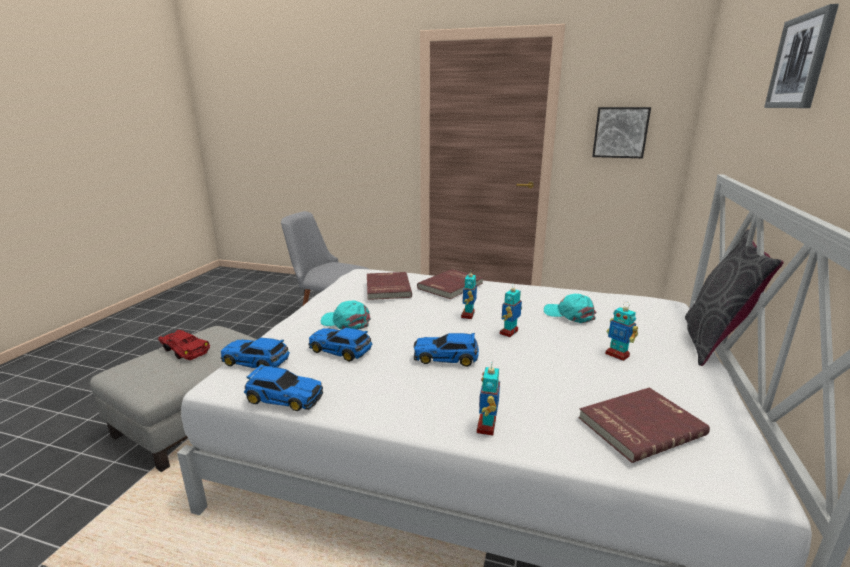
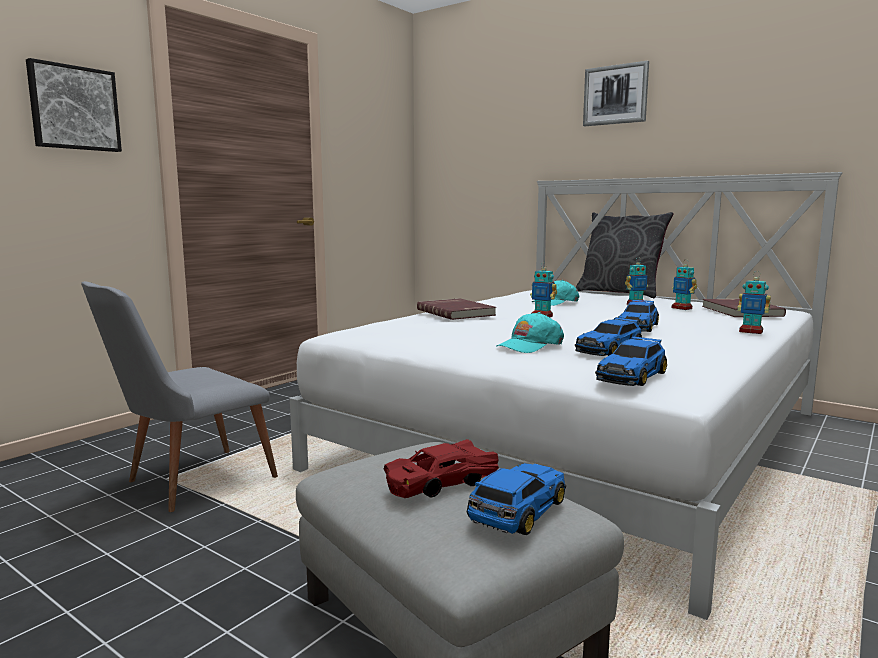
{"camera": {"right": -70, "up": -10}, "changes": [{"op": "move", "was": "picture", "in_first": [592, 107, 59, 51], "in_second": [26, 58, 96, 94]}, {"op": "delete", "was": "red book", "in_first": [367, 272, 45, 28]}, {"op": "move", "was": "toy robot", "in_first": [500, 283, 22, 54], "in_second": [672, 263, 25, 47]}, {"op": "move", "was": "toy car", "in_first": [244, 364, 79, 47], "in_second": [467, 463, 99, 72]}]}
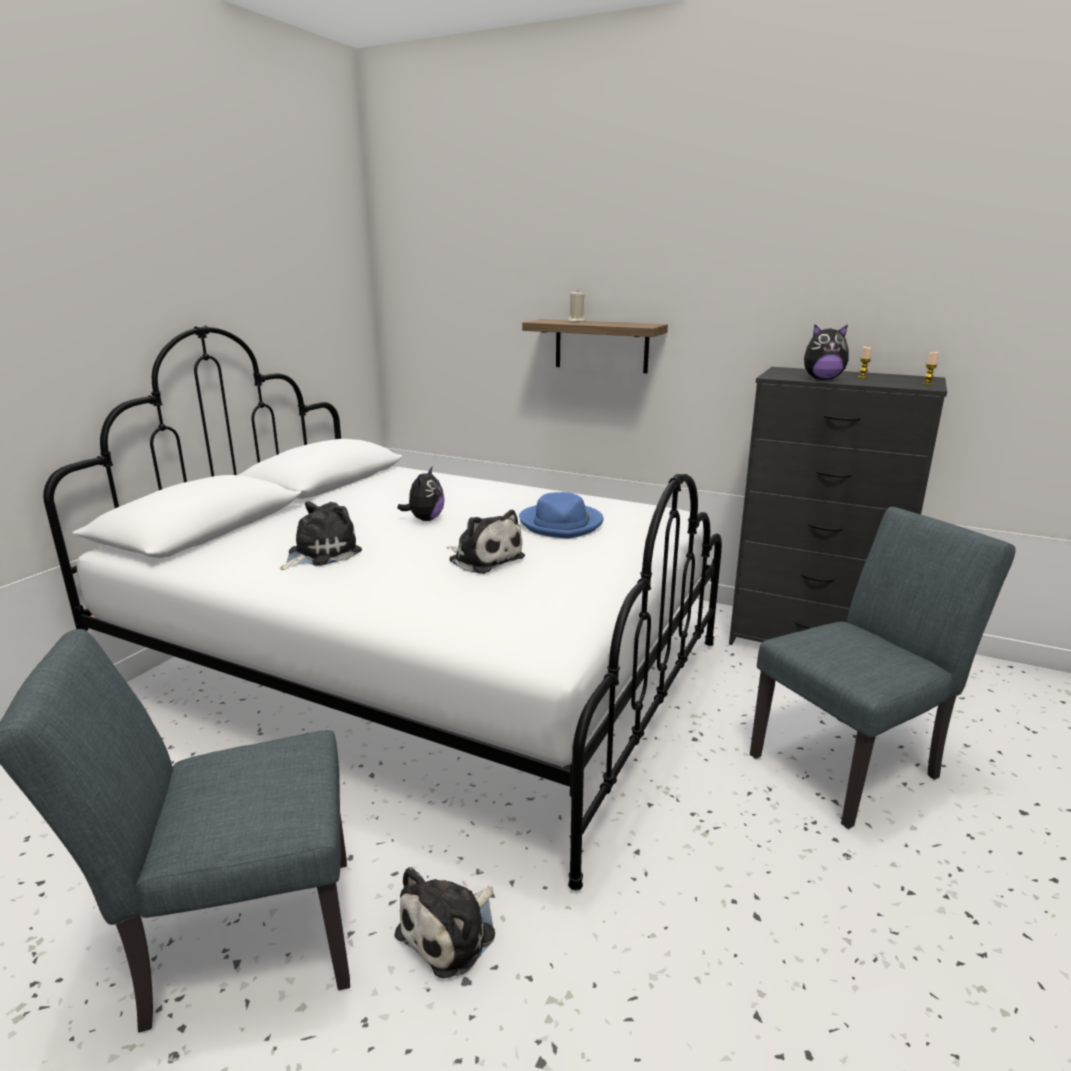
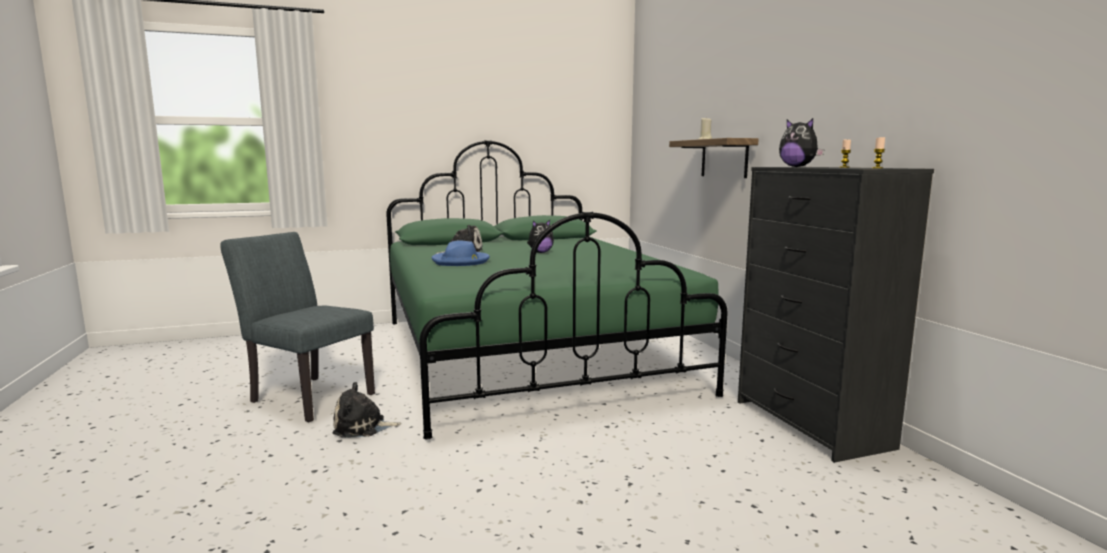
{"camera": {"right": 45, "up": -10}, "changes": [{"op": "recolor", "was": "white bed", "now": "green bed", "in_first": [43, 326, 679, 564], "in_second": [386, 140, 342, 299]}, {"op": "move", "was": "blue hat", "in_first": [519, 492, 84, 46], "in_second": [432, 240, 58, 26]}, {"op": "delete", "was": "grey chair", "in_first": [750, 507, 266, 322]}, {"op": "delete", "was": "plush toy", "in_first": [447, 510, 78, 64]}]}
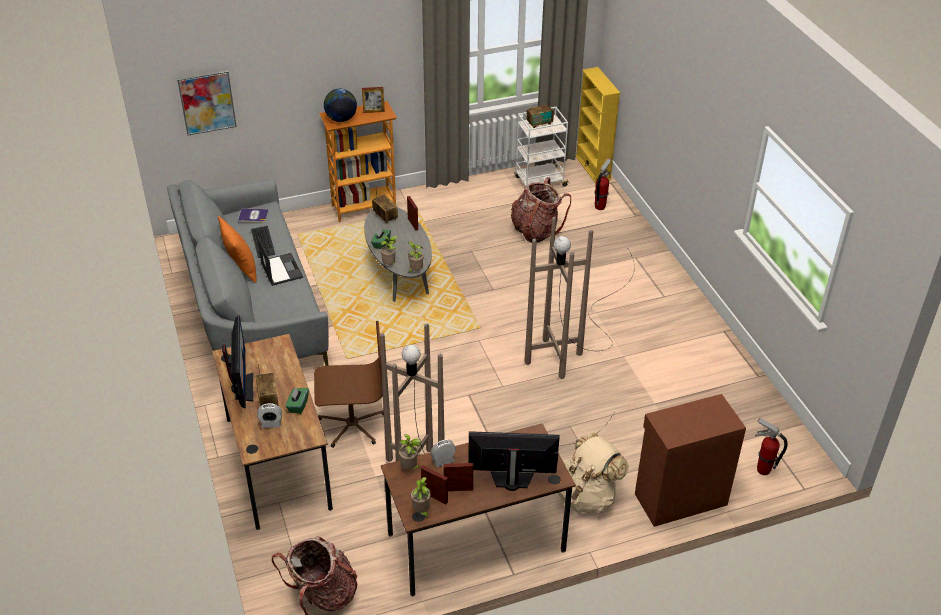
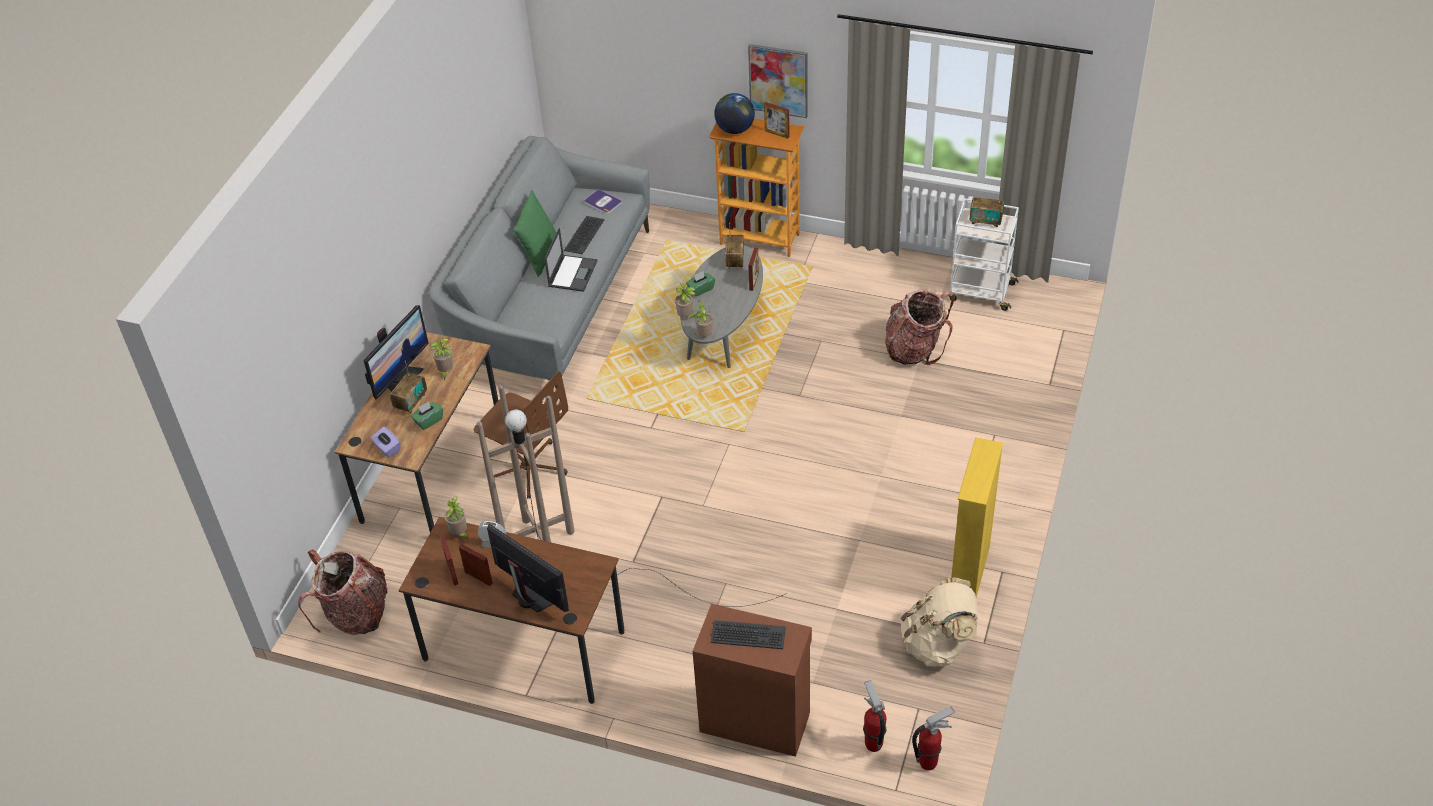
{"camera": {"right": 40, "up": 5}, "changes": [{"op": "move", "was": "yellow bookcase", "in_first": [575, 67, 45, 117], "in_second": [951, 437, 52, 161]}, {"op": "move", "was": "picture", "in_first": [177, 70, 60, 65], "in_second": [748, 44, 60, 74]}, {"op": "move", "was": "fire extinguisher", "in_first": [594, 158, 18, 52], "in_second": [912, 706, 43, 64]}, {"op": "recolor", "was": "orange pillow", "now": "green pillow", "in_first": [218, 216, 39, 67], "in_second": [514, 190, 43, 87]}, {"op": "delete", "was": "brown floor lamp", "in_first": [524, 217, 111, 162]}, {"op": "delete", "was": "alarm clock", "in_first": [257, 403, 25, 25]}, {"op": "move", "was": "beige backpack", "in_first": [558, 433, 71, 80], "in_second": [901, 577, 78, 90]}, {"op": "move", "was": "potted plant", "in_first": [411, 477, 20, 41], "in_second": [430, 338, 23, 42]}, {"op": "insert", "now": "purple tissue box", "in_second": [371, 426, 29, 32]}, {"op": "insert", "now": "keyboard", "in_second": [711, 620, 75, 29]}]}
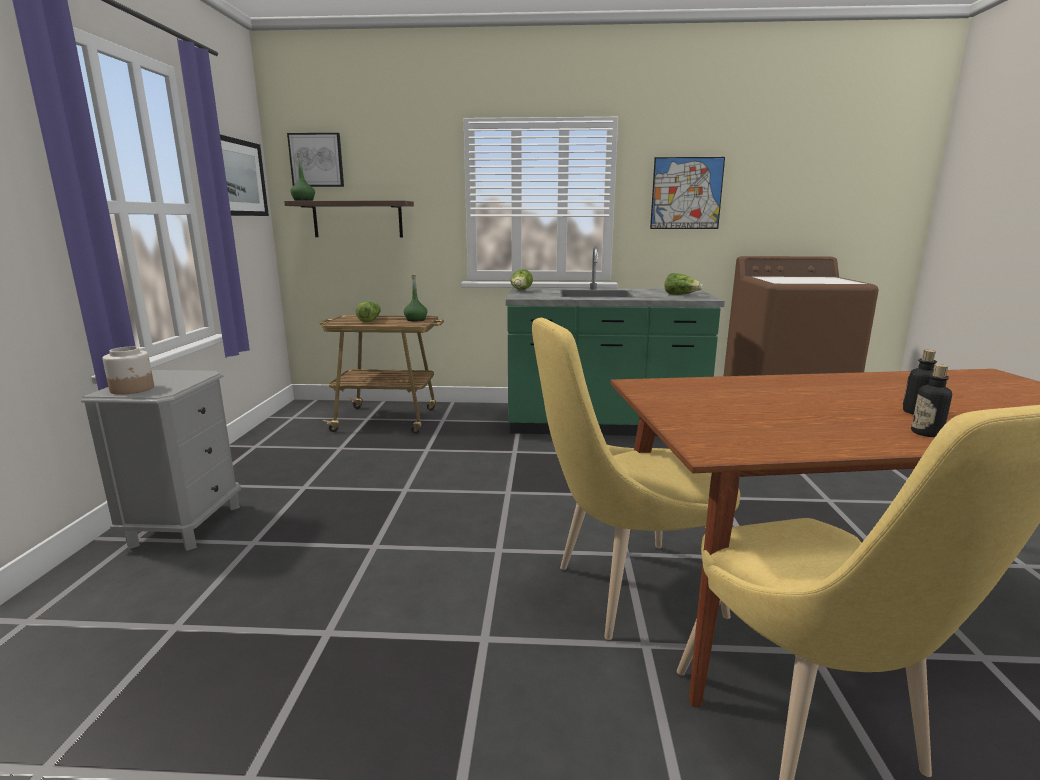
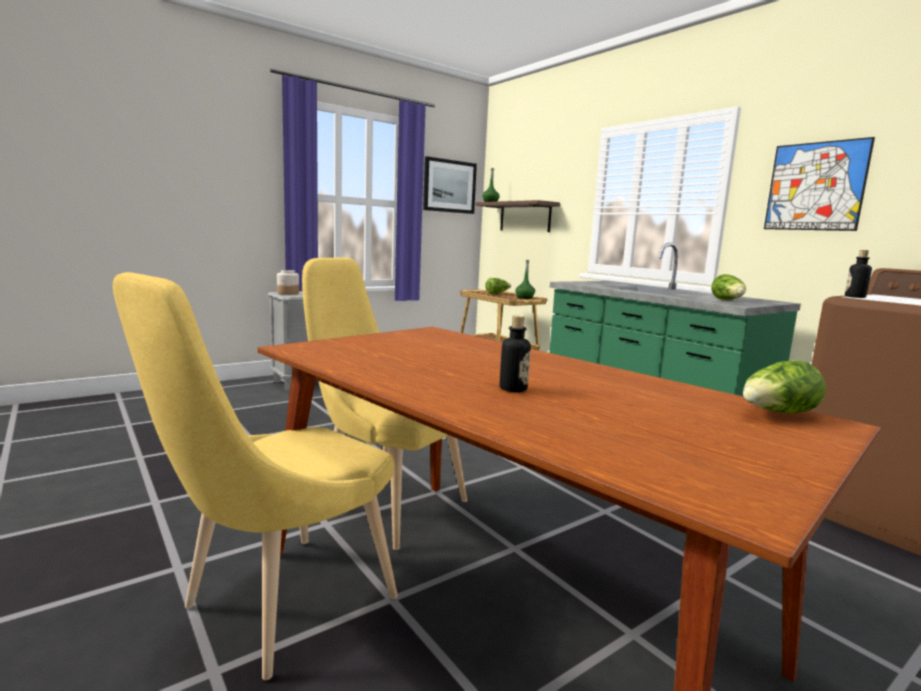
{"camera": {"right": 50, "up": -5}, "changes": [{"op": "delete", "was": "picture", "in_first": [287, 133, 57, 54]}, {"op": "move", "was": "lettuce", "in_first": [510, 269, 23, 21], "in_second": [743, 360, 83, 53]}, {"op": "move", "was": "bottle", "in_first": [911, 364, 41, 73], "in_second": [845, 250, 27, 48]}]}
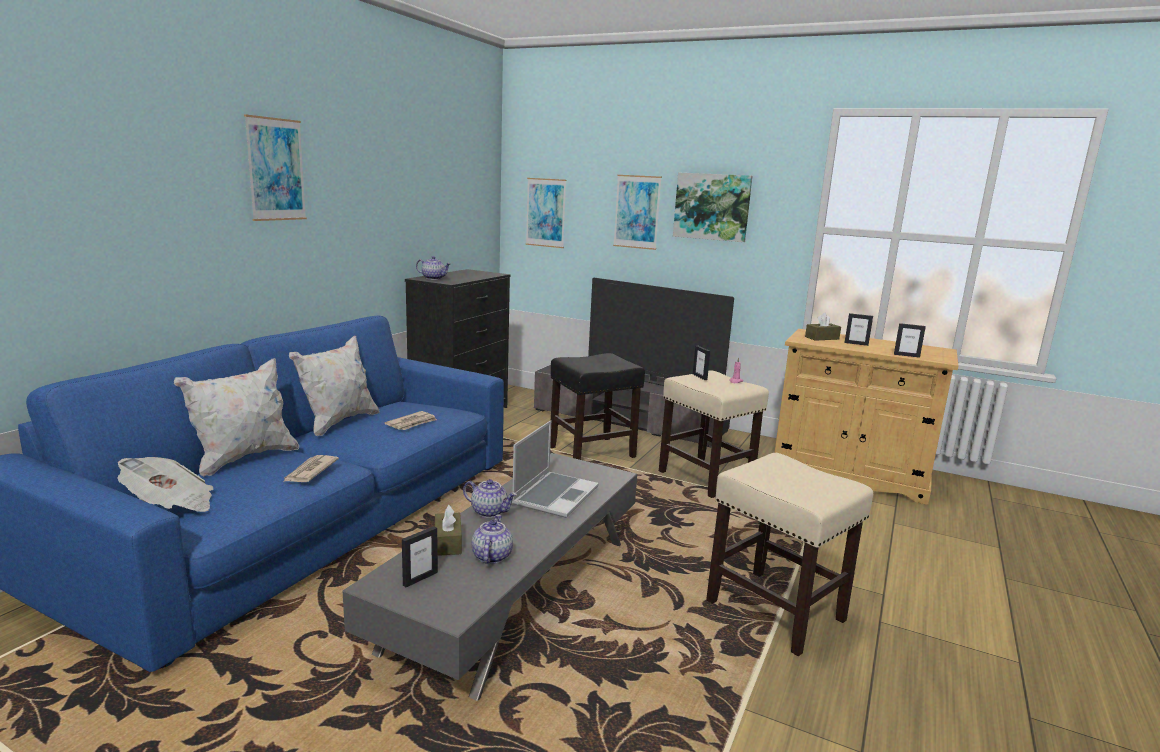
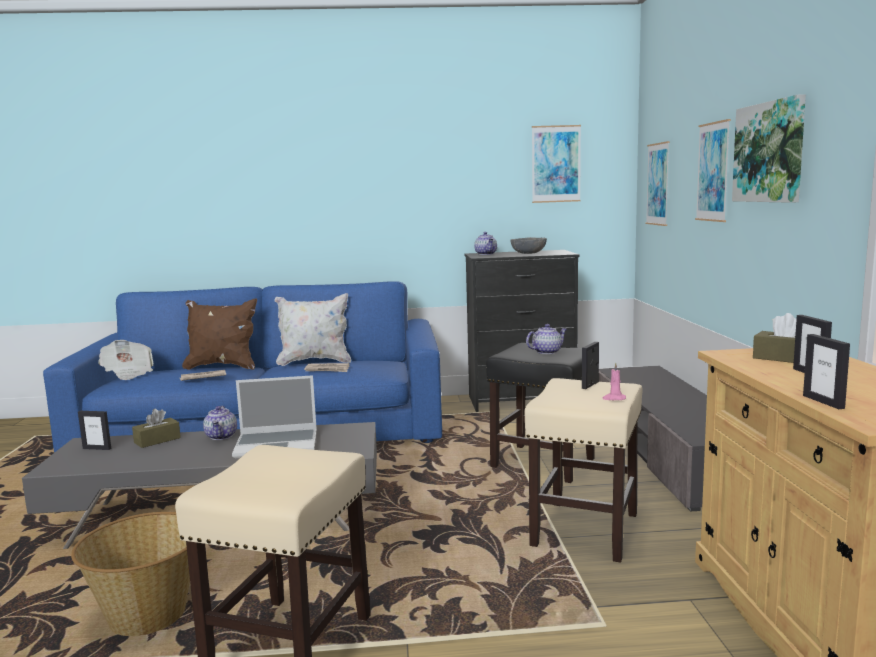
{"camera": {"right": 60, "up": -5}, "changes": [{"op": "move", "was": "picture", "in_first": [244, 114, 63, 107], "in_second": [532, 125, 49, 78]}, {"op": "delete", "was": "television", "in_first": [588, 278, 146, 108]}, {"op": "recolor", "was": "white pillow", "now": "brown pillow", "in_first": [174, 358, 125, 118], "in_second": [182, 298, 75, 72]}, {"op": "move", "was": "teapot", "in_first": [472, 514, 41, 50], "in_second": [526, 324, 41, 30]}, {"op": "insert", "now": "grey bowl", "in_second": [510, 237, 37, 17]}, {"op": "insert", "now": "basket", "in_second": [71, 512, 119, 124]}]}
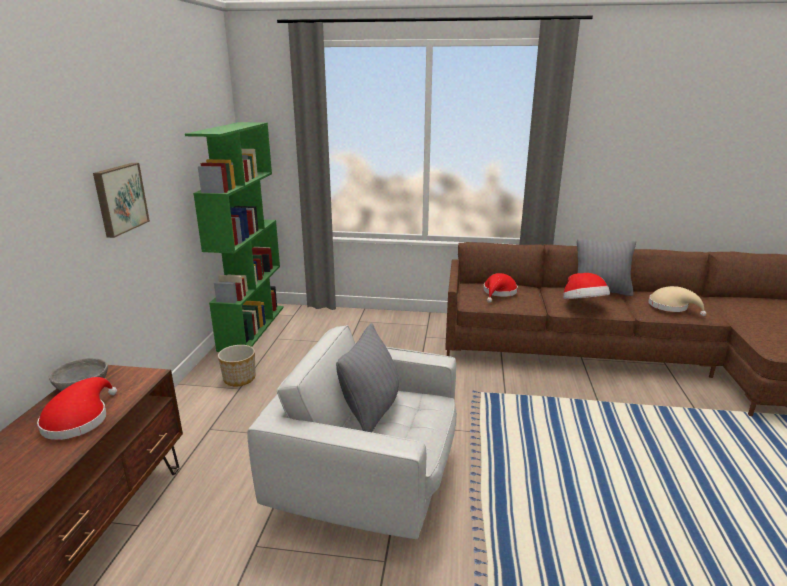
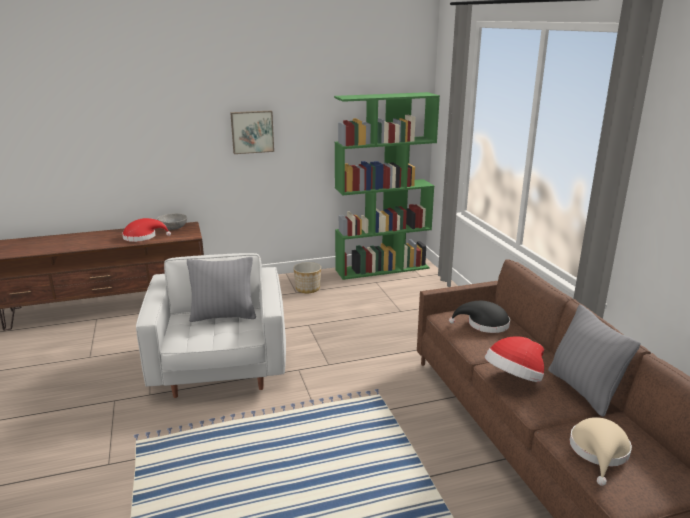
{"camera": {"right": 65, "up": 0}, "changes": [{"op": "recolor", "was": "red hat", "now": "black hat", "in_first": [483, 273, 35, 30], "in_second": [449, 301, 61, 32]}]}
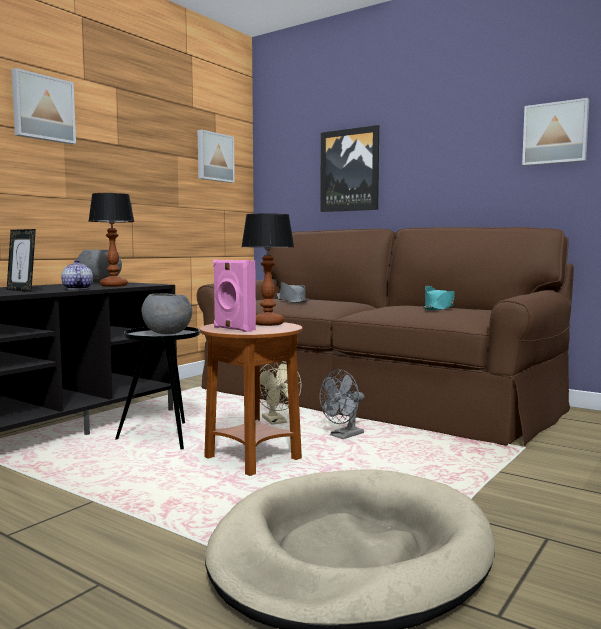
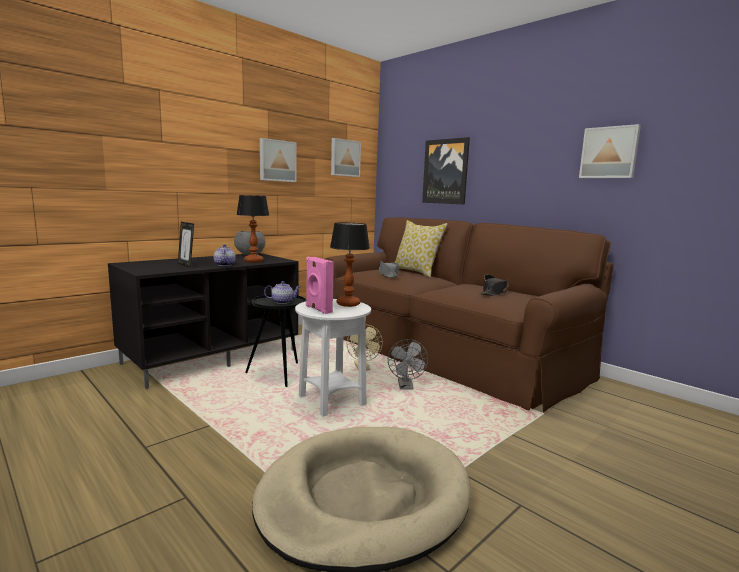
{"camera": {"right": 10, "up": 5}, "changes": [{"op": "move", "was": "picture", "in_first": [11, 68, 65, 76], "in_second": [260, 138, 37, 44]}, {"op": "recolor", "was": "turquoise hat", "now": "black hat", "in_first": [424, 286, 31, 24], "in_second": [480, 274, 29, 22]}, {"op": "replace", "was": "grey bowl", "now": "teapot", "in_first": [141, 293, 51, 41], "in_second": [264, 281, 37, 23]}, {"op": "recolor", "was": "brown side table", "now": "white side table", "in_first": [200, 322, 103, 154], "in_second": [295, 299, 76, 118]}, {"op": "rotate", "was": "grey fan", "in_first": [320, 370, 45, 69], "in_second": [388, 339, 40, 51], "clockwise": -60}, {"op": "insert", "now": "pillow", "in_second": [395, 220, 52, 57]}]}
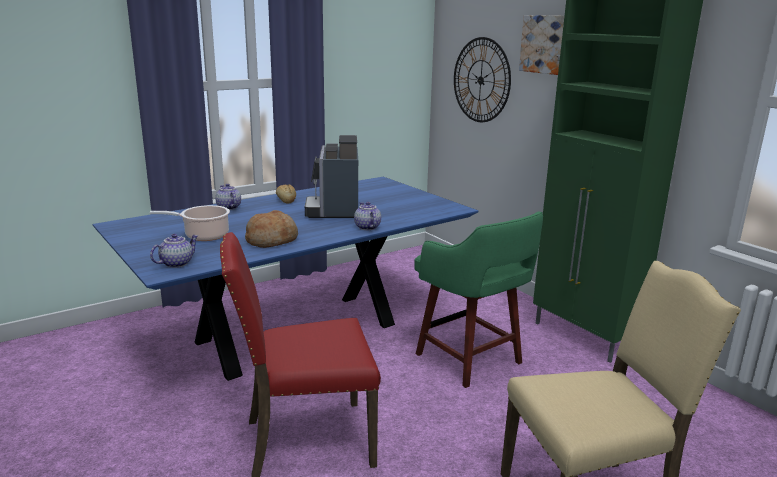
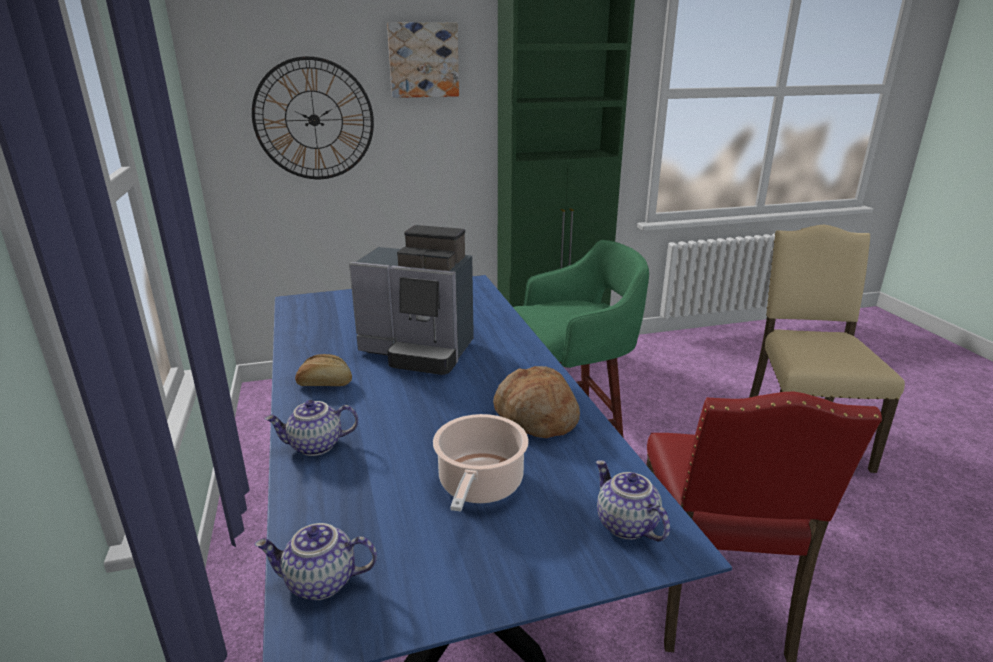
{"camera": {"right": -70, "up": 5}, "changes": [{"op": "move", "was": "teapot", "in_first": [354, 202, 27, 28], "in_second": [255, 523, 122, 77]}]}
